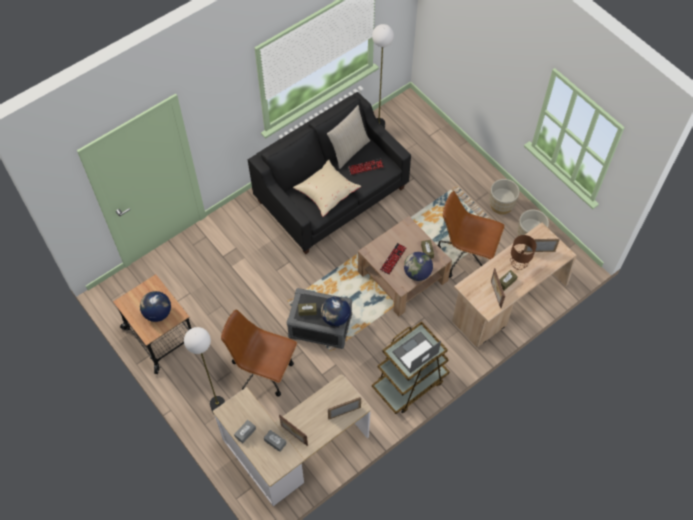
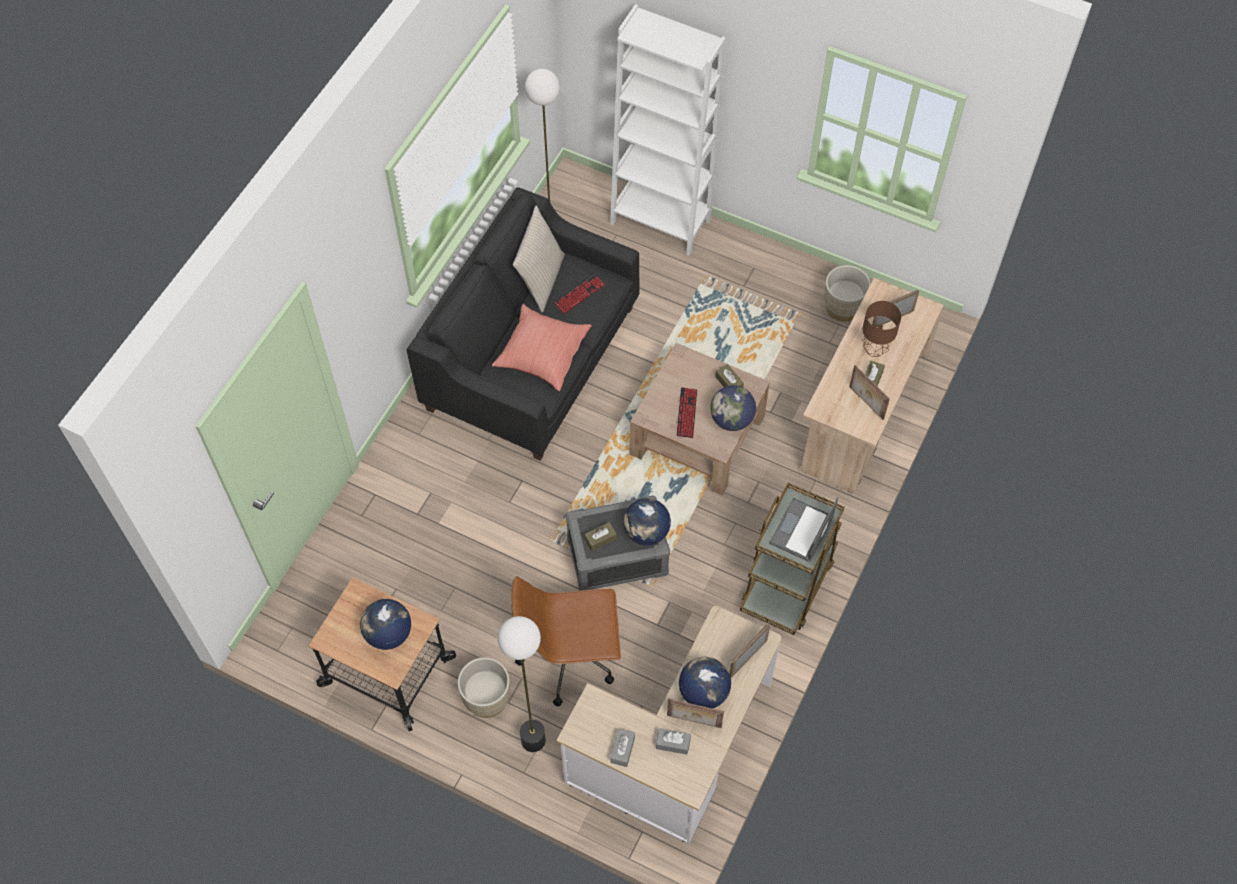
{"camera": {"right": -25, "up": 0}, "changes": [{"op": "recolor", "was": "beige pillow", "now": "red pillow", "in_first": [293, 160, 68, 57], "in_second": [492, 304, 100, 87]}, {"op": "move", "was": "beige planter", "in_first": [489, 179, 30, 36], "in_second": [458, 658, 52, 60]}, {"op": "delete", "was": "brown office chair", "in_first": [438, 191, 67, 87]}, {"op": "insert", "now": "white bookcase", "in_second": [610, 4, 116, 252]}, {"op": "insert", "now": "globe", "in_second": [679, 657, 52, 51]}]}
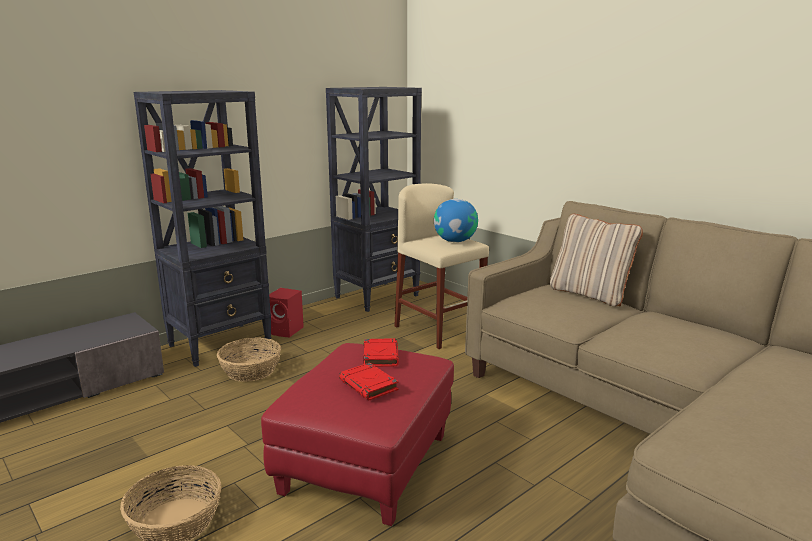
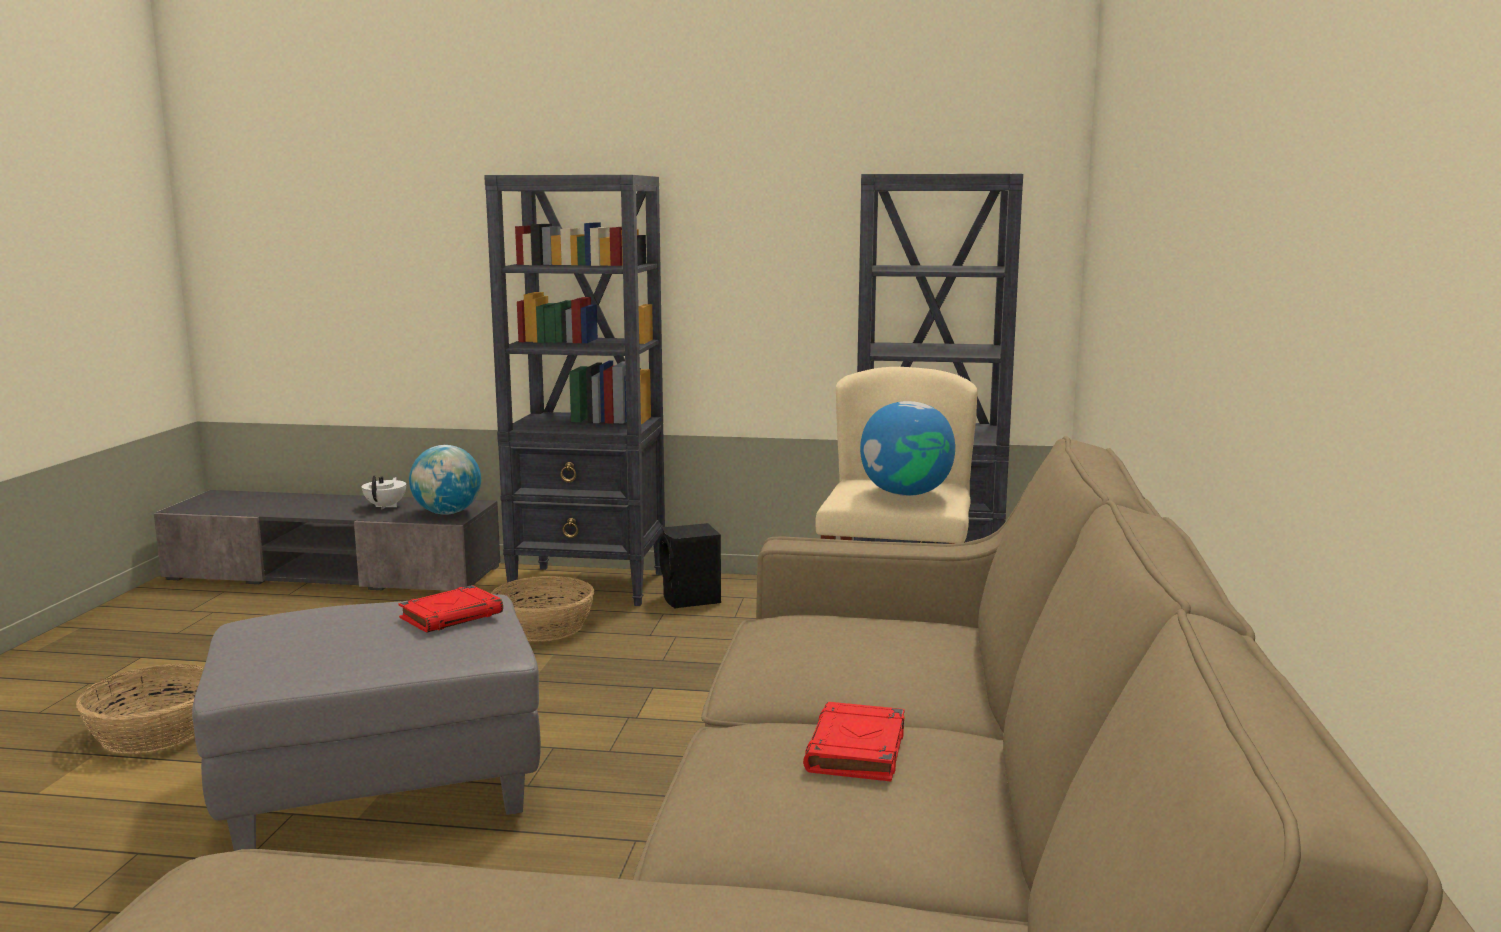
{"camera": {"right": 50, "up": -5}, "changes": [{"op": "delete", "was": "beige pillow", "in_first": [550, 214, 93, 93]}, {"op": "recolor", "was": "red speaker", "now": "black speaker", "in_first": [269, 288, 35, 49], "in_second": [659, 523, 62, 85]}, {"op": "recolor", "was": "red ottoman", "now": "grey ottoman", "in_first": [261, 343, 193, 183], "in_second": [192, 594, 349, 257]}, {"op": "move", "was": "red book", "in_first": [339, 362, 60, 38], "in_second": [803, 702, 102, 80]}, {"op": "insert", "now": "globe", "in_second": [409, 445, 72, 70]}, {"op": "insert", "now": "white teapot", "in_second": [362, 475, 44, 35]}]}
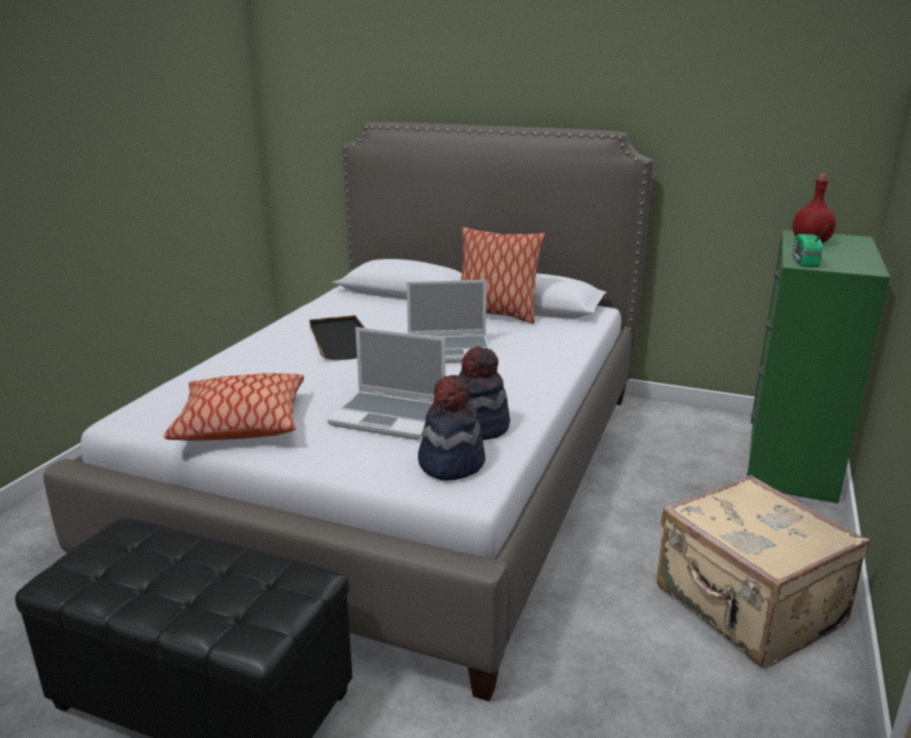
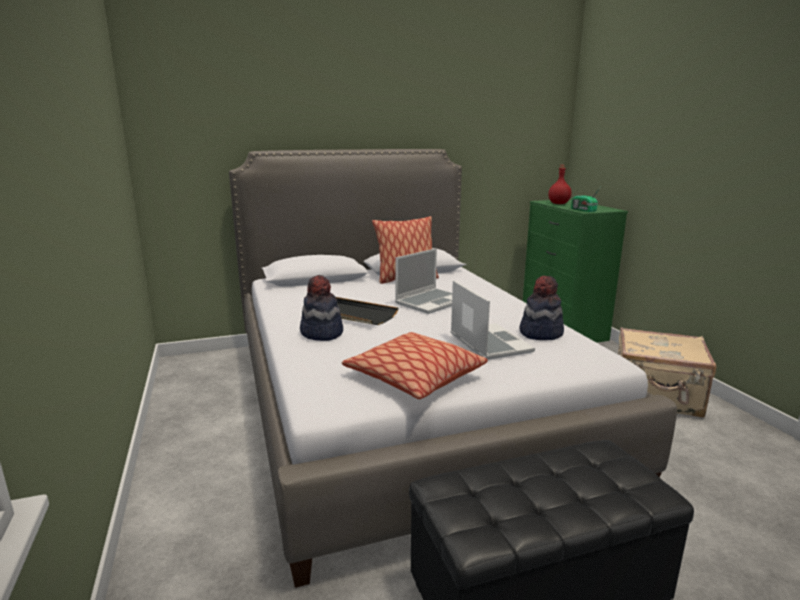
{"camera": {"right": -40, "up": -5}, "changes": [{"op": "rotate", "was": "laptop", "in_first": [327, 327, 118, 113], "in_second": [451, 280, 84, 80], "clockwise": -90}, {"op": "move", "was": "hat", "in_first": [418, 375, 67, 106], "in_second": [300, 275, 43, 66]}]}
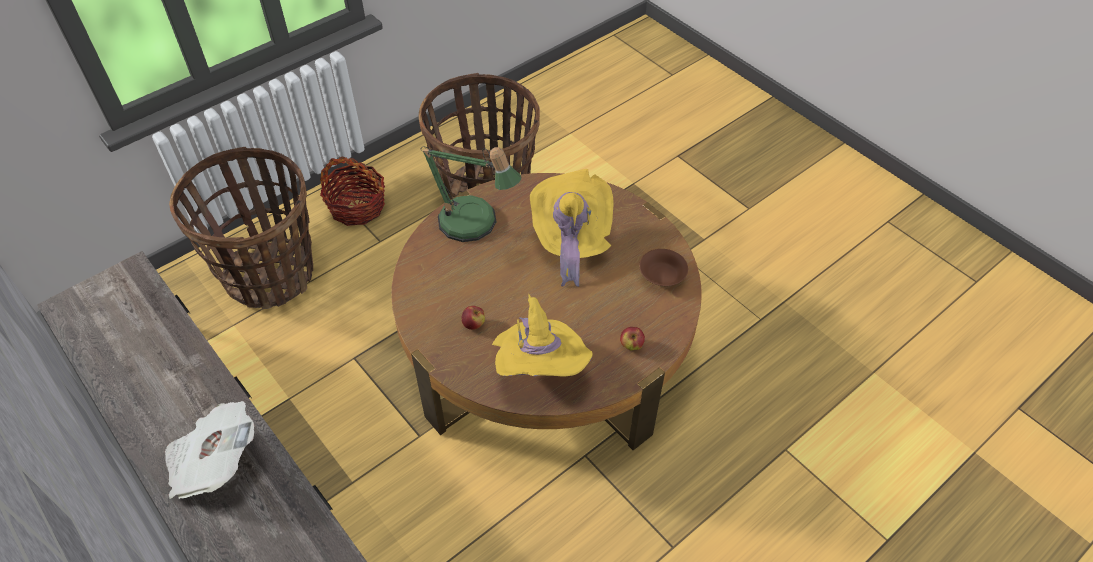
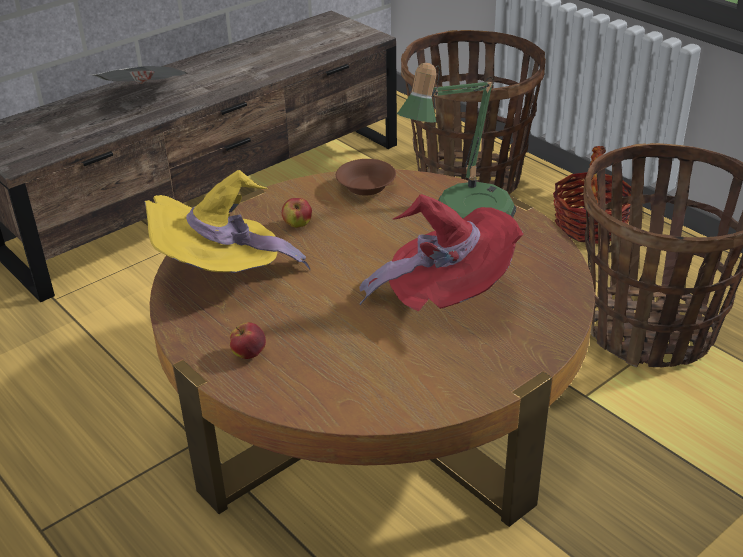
{"camera": {"right": 90, "up": -15}, "changes": [{"op": "recolor", "was": "yellow hat", "now": "red hat", "in_first": [530, 169, 84, 118], "in_second": [359, 194, 164, 118]}, {"op": "move", "was": "brown bowl", "in_first": [639, 249, 49, 37], "in_second": [336, 159, 60, 37]}]}
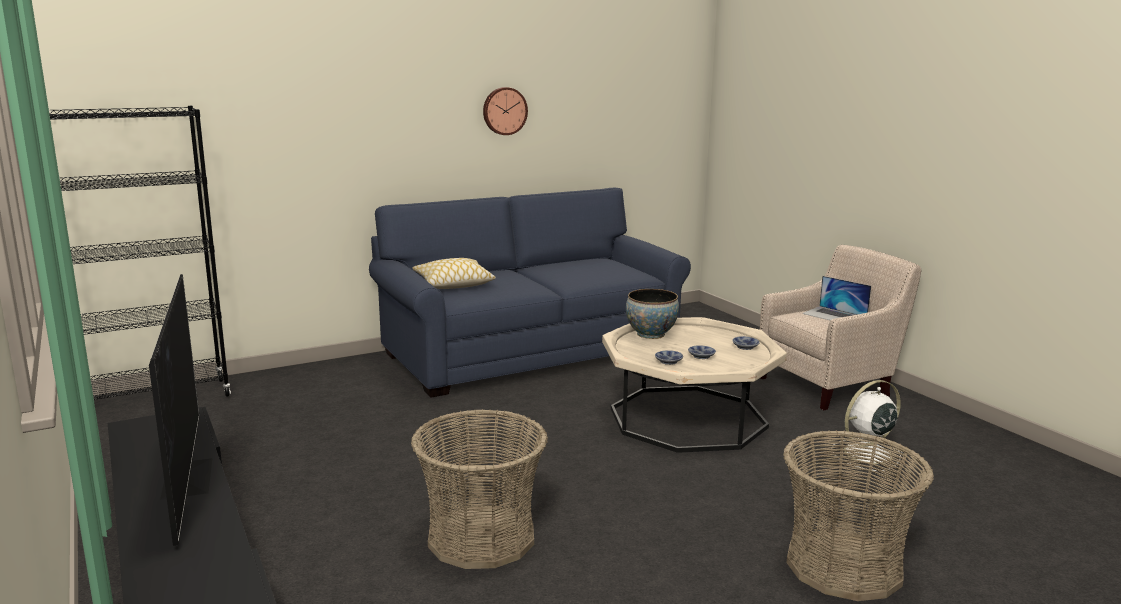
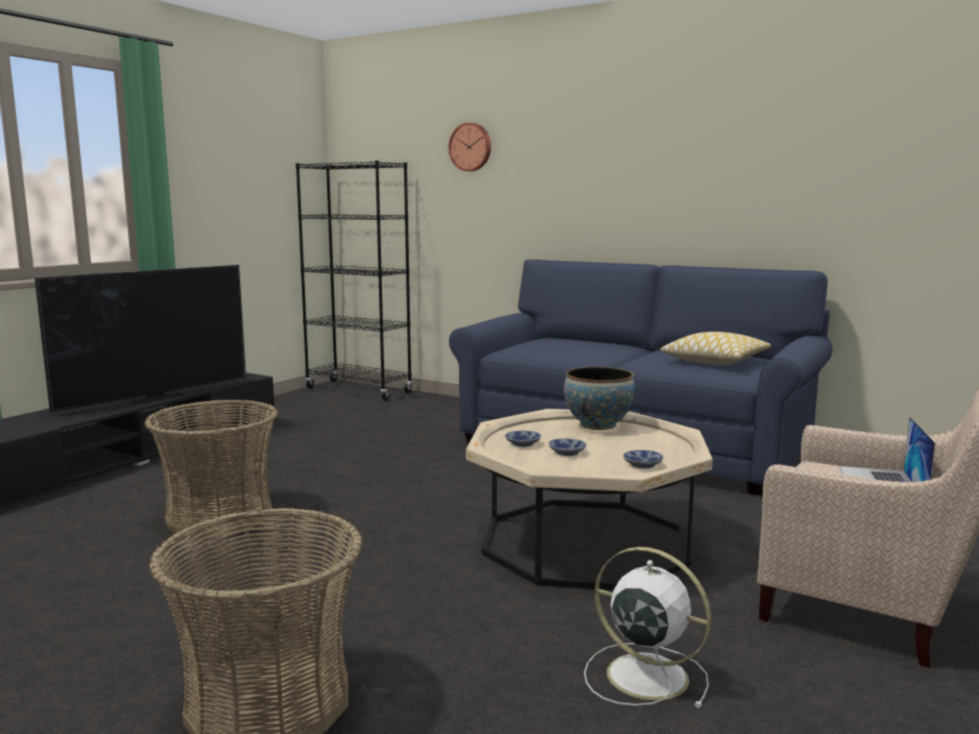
{"camera": {"right": 60, "up": -5}, "changes": [{"op": "move", "was": "wall clock", "in_first": [483, 87, 45, 48], "in_second": [448, 122, 43, 49]}, {"op": "move", "was": "pillow", "in_first": [412, 258, 84, 31], "in_second": [660, 332, 111, 33]}]}
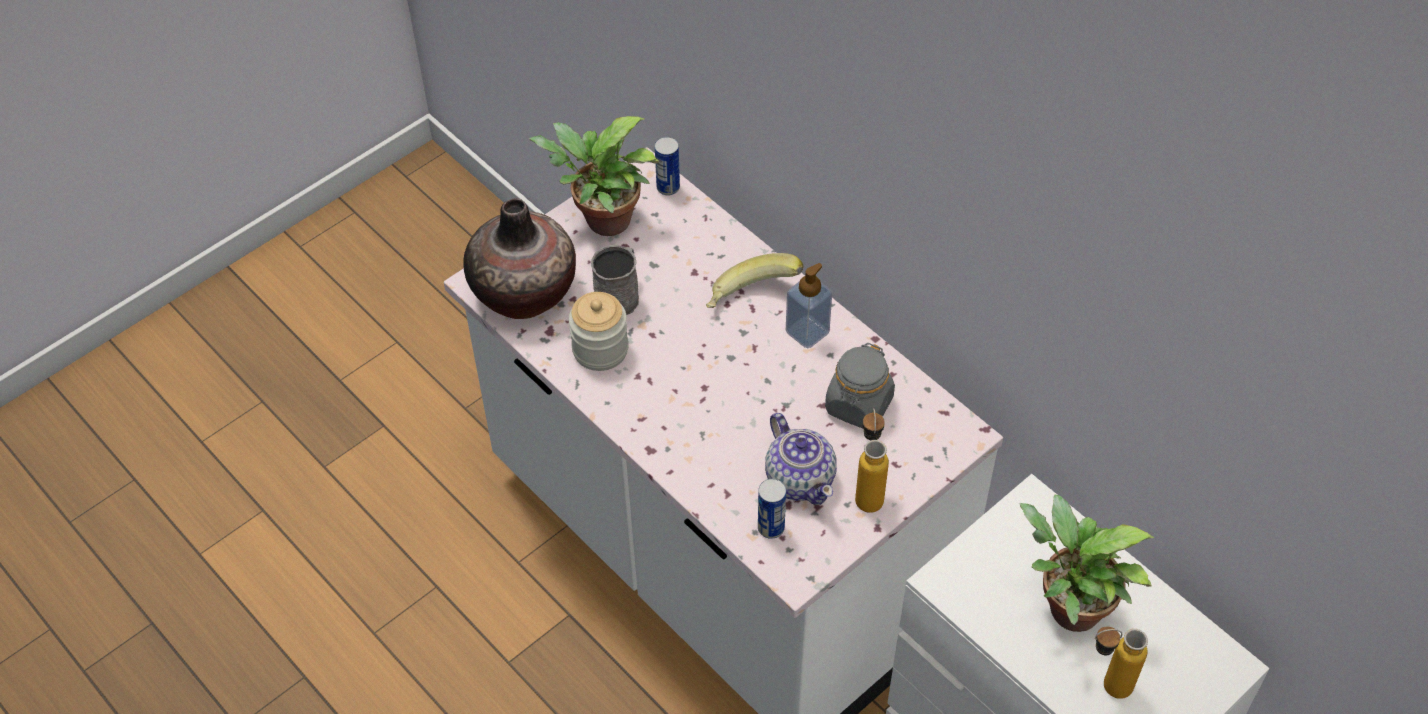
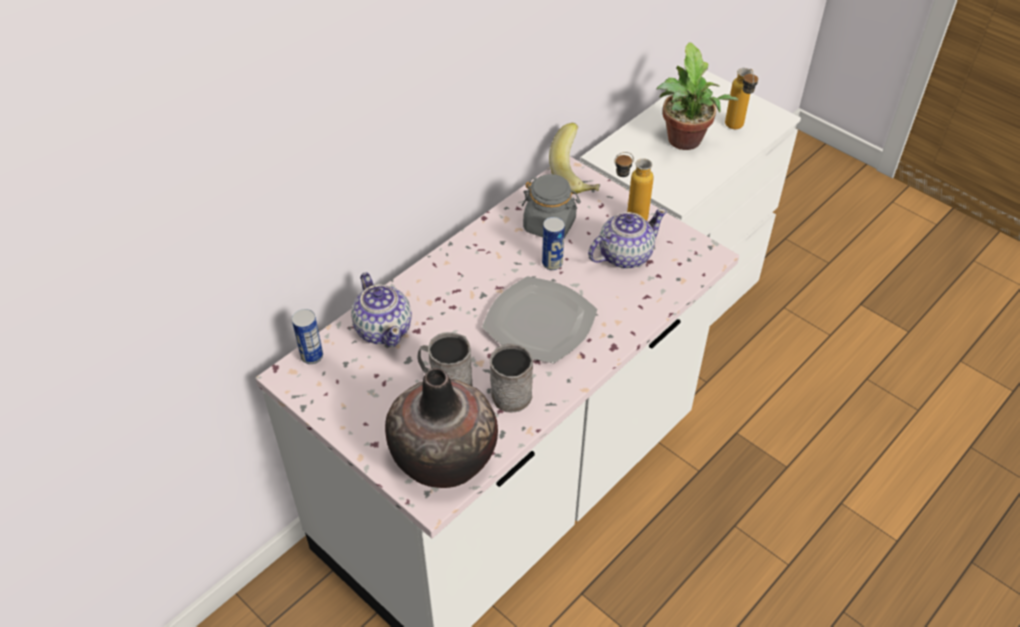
{"camera": {"right": -95, "up": -5}, "changes": [{"op": "delete", "was": "potted plant", "in_first": [529, 116, 131, 120]}, {"op": "move", "was": "banana", "in_first": [706, 253, 98, 55], "in_second": [549, 123, 51, 71]}, {"op": "delete", "was": "soap dispenser", "in_first": [786, 263, 46, 85]}, {"op": "replace", "was": "jar", "now": "grey mug", "in_first": [569, 292, 60, 79], "in_second": [490, 343, 43, 70]}, {"op": "move", "was": "can", "in_first": [758, 479, 28, 60], "in_second": [542, 217, 23, 53]}, {"op": "insert", "now": "teapot", "in_second": [351, 272, 61, 75]}, {"op": "insert", "now": "plate", "in_second": [482, 276, 115, 87]}]}
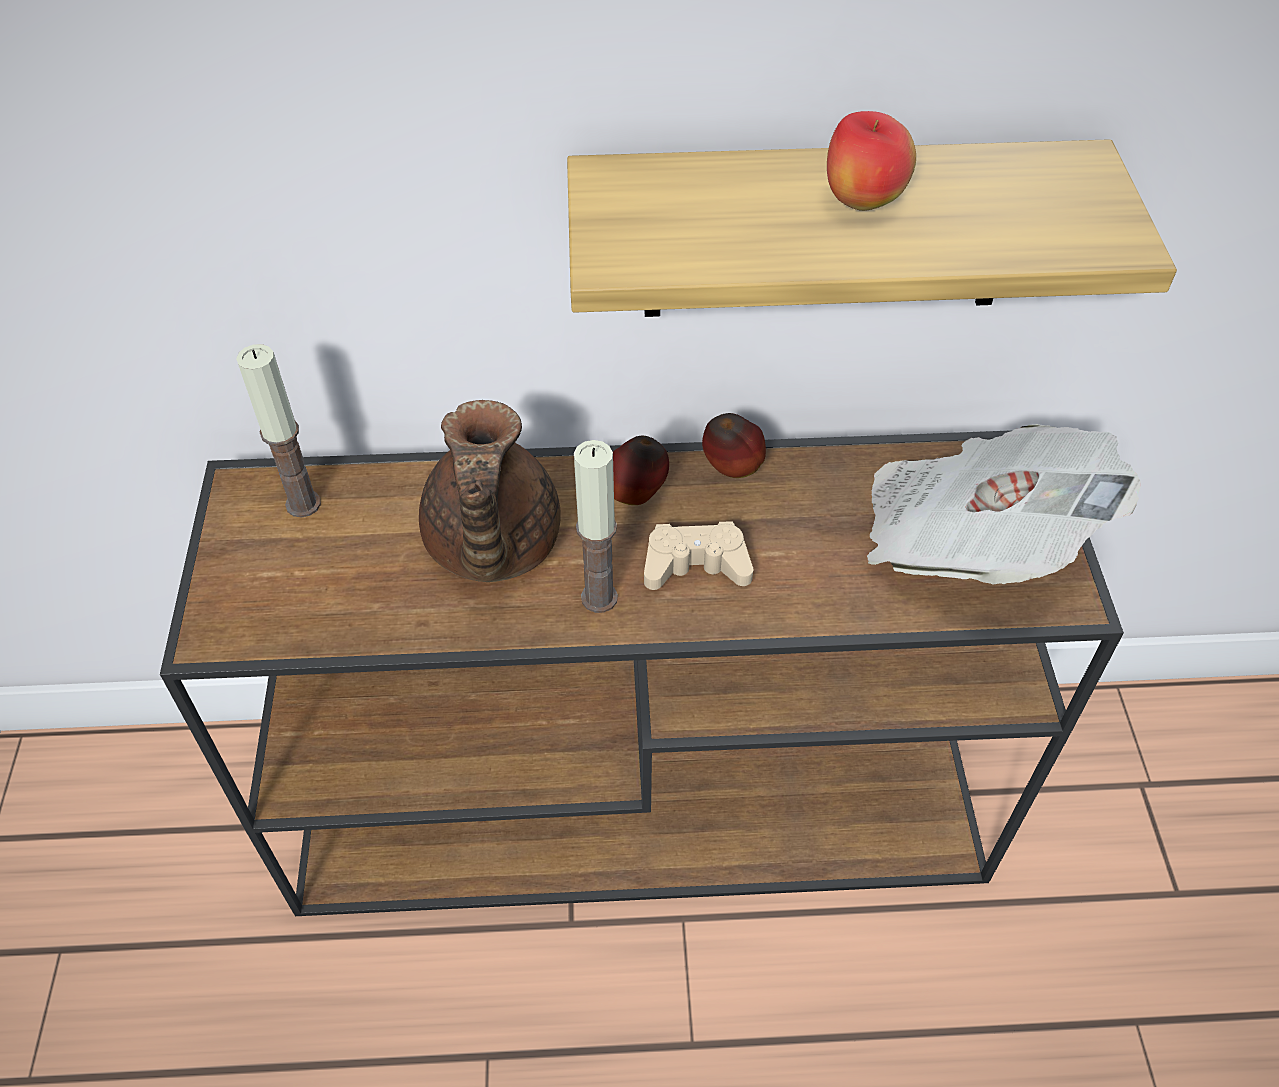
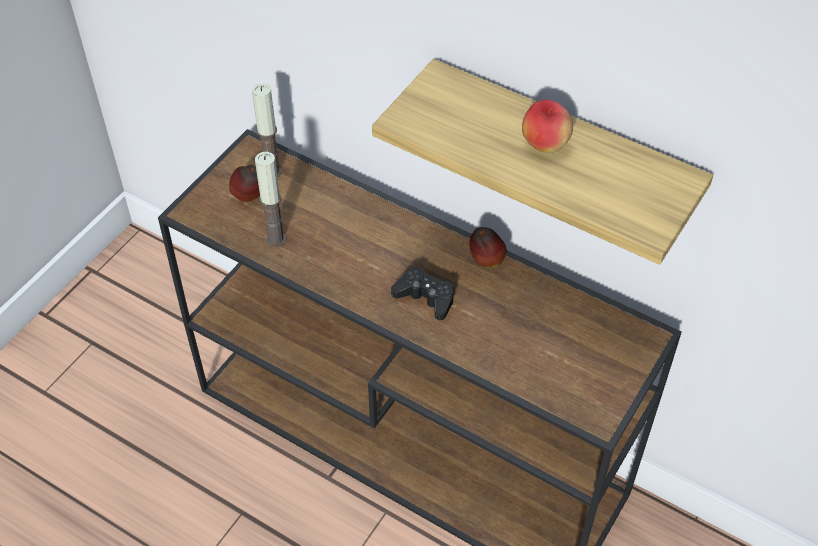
{"camera": {"right": 35, "up": 0}, "changes": [{"op": "delete", "was": "brown teapot", "in_first": [419, 400, 142, 182]}, {"op": "delete", "was": "newspaper", "in_first": [867, 424, 274, 161]}, {"op": "move", "was": "apple", "in_first": [613, 436, 56, 69], "in_second": [229, 165, 31, 37]}, {"op": "move", "was": "candle", "in_first": [574, 440, 44, 173], "in_second": [255, 152, 31, 95]}, {"op": "recolor", "was": "beige game controller", "now": "black game controller", "in_first": [644, 521, 109, 69], "in_second": [391, 266, 63, 54]}]}
